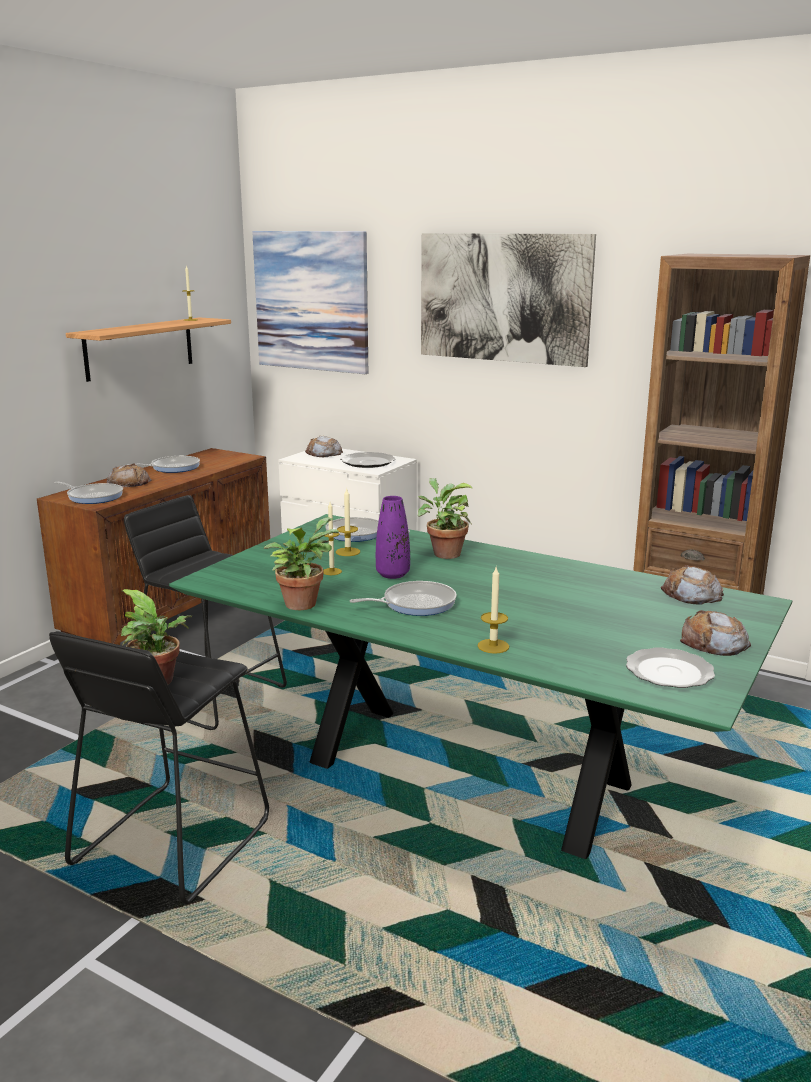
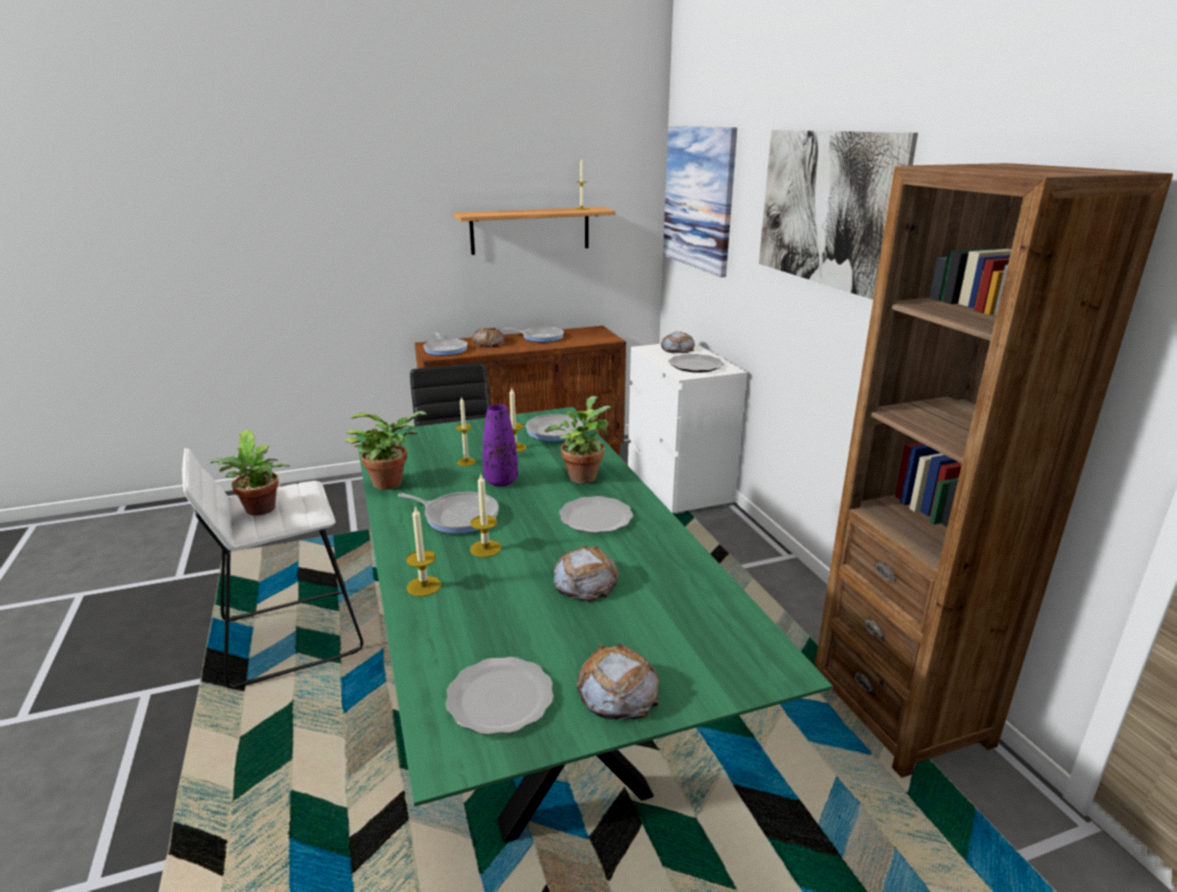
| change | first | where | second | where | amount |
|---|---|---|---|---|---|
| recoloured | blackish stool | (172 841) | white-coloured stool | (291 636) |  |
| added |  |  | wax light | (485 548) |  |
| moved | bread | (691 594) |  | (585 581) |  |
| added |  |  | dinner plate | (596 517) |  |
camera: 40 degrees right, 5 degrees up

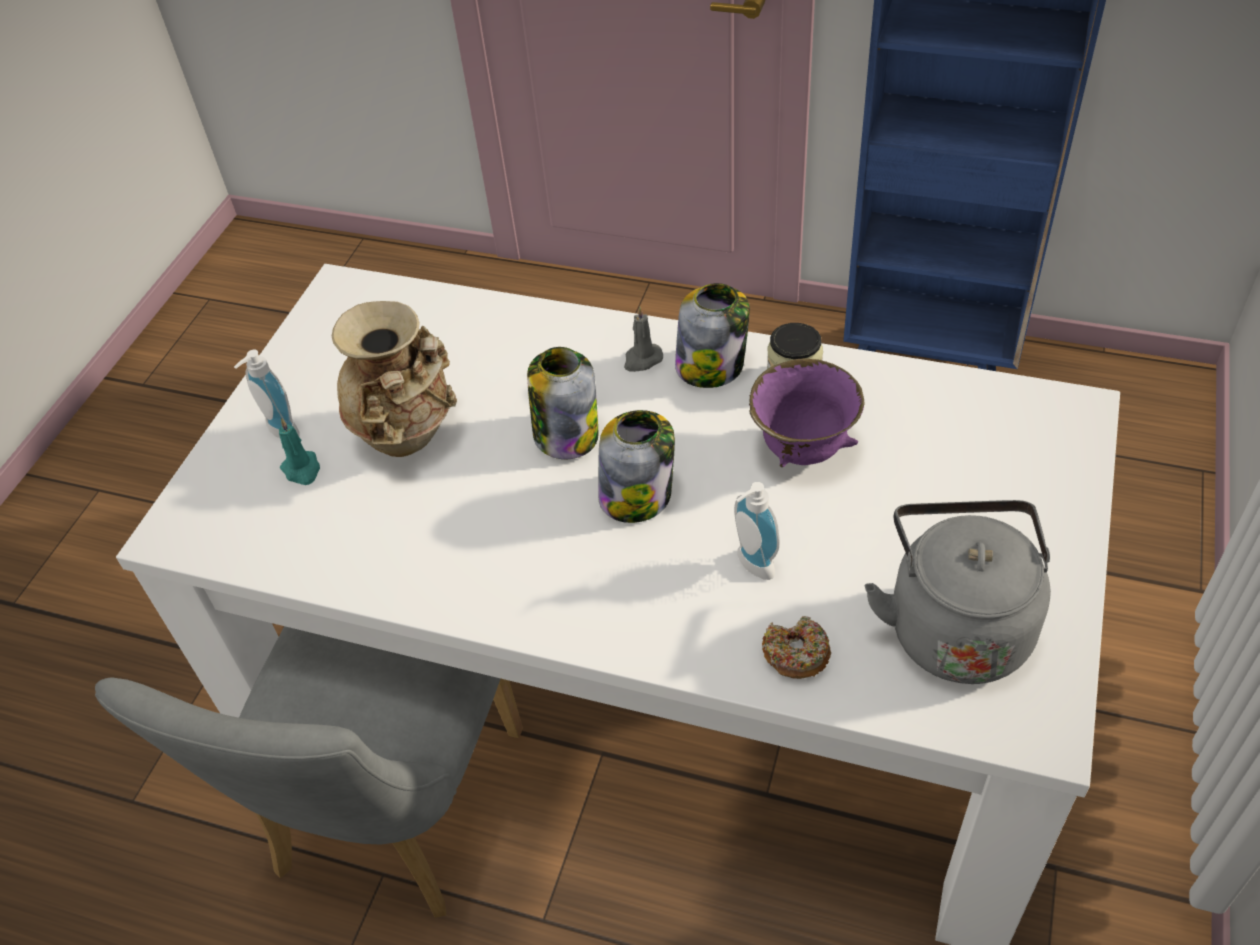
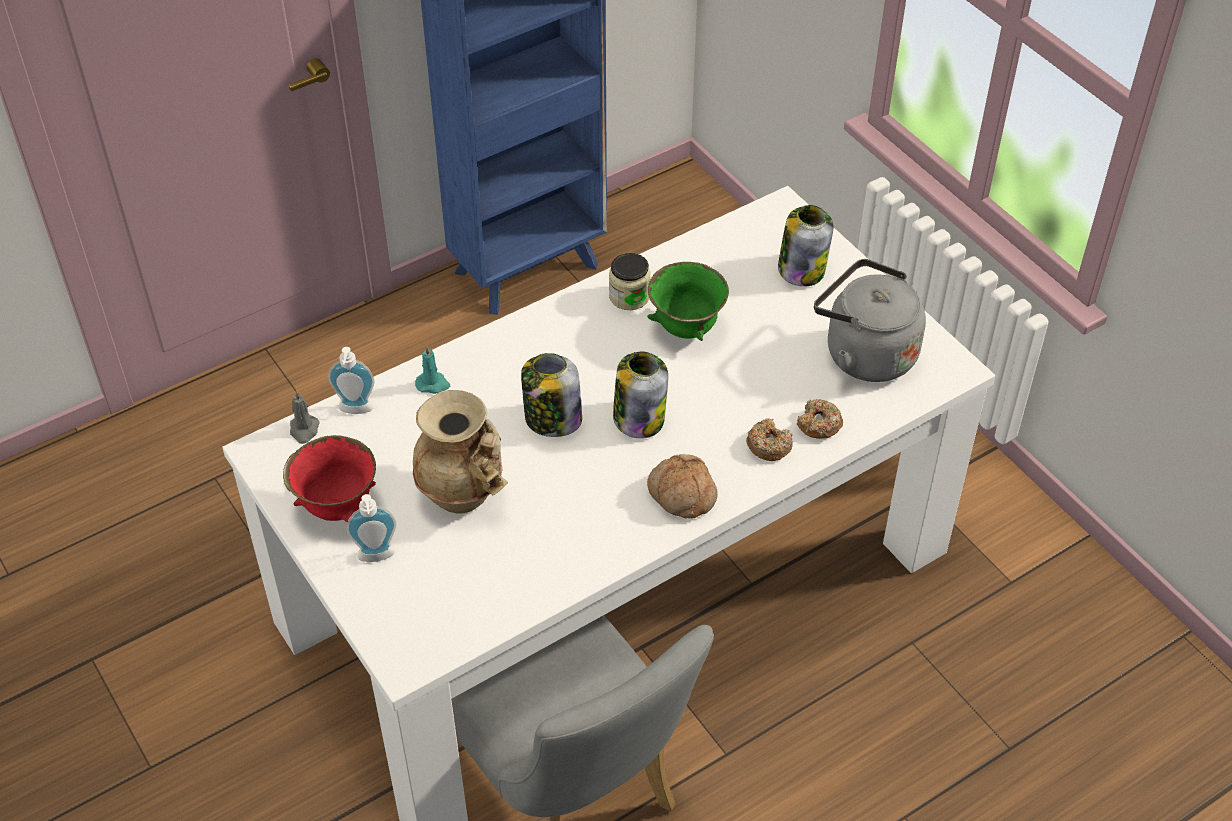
| change | first | where | second | where | amount |
|---|---|---|---|---|---|
| added |  |  | red-coloured deep dish | (337 507) |  |
| moved | greyish wax light | (642 359) |  | (304 430) |  |
| moved | liquid soap bottle | (751 566) |  | (355 411) |  |
| moved | turquoise wax light | (302 470) |  | (433 384) |  |
| recoloured | purple-coloured deep dish | (802 450) | greenish deep dish | (686 329) |  |
| added |  |  | bread | (681 494) |  |
| added |  |  | doughnut | (769 445) |  |
| moved | storage jar | (711 366) |  | (801 269) |  |
camera: 55 degrees left, 0 degrees up

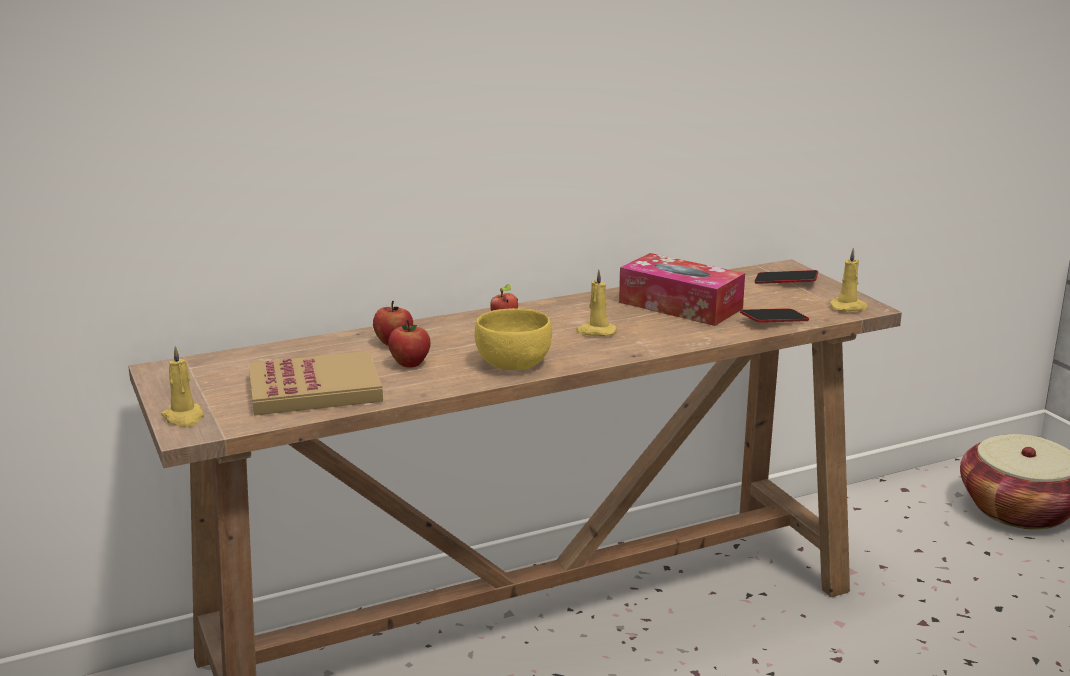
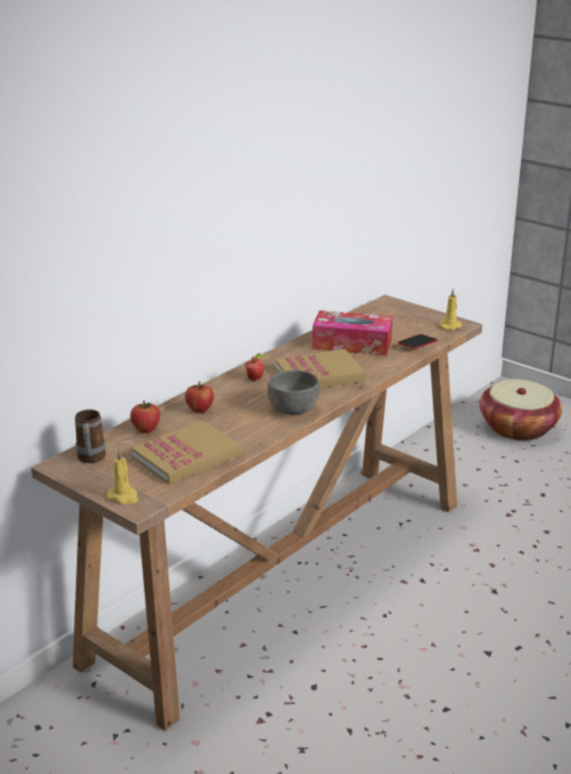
| change | first | where | second | where | amount |
|---|---|---|---|---|---|
| added |  |  | tea mug | (90 459) |  |
| moved | apple fruit | (410 364) |  | (146 430) |  |
| recoloured | yellow-coloured deep dish | (512 363) | greyish deep dish | (292 409) |  |
| replaced | yellow-coloured wax light | (595 331) | book | (319 374) |  |
| removed | handset | (785 282) |  |  |  |
camera: 25 degrees left, 5 degrees up

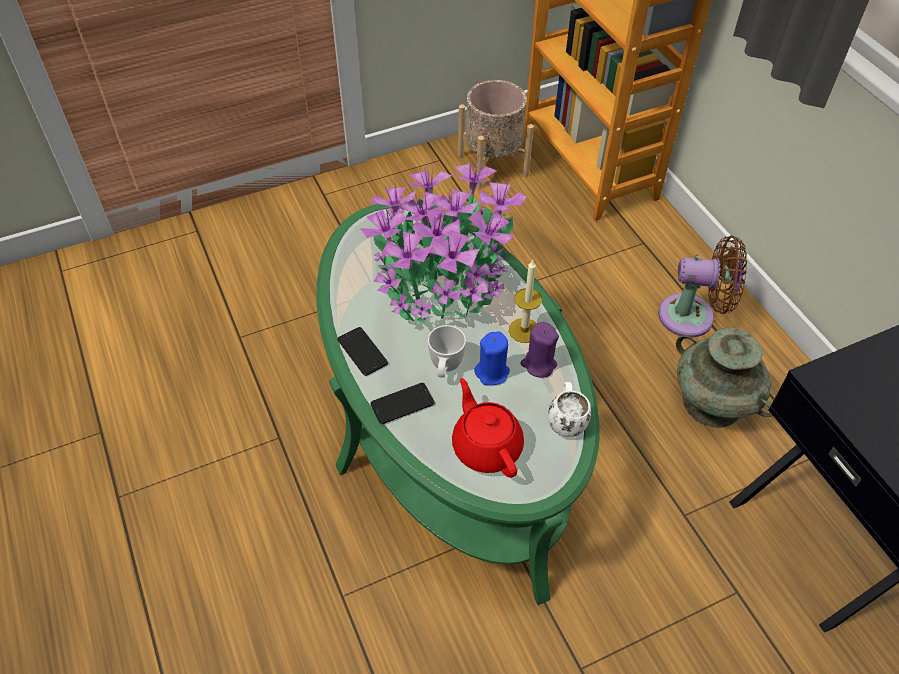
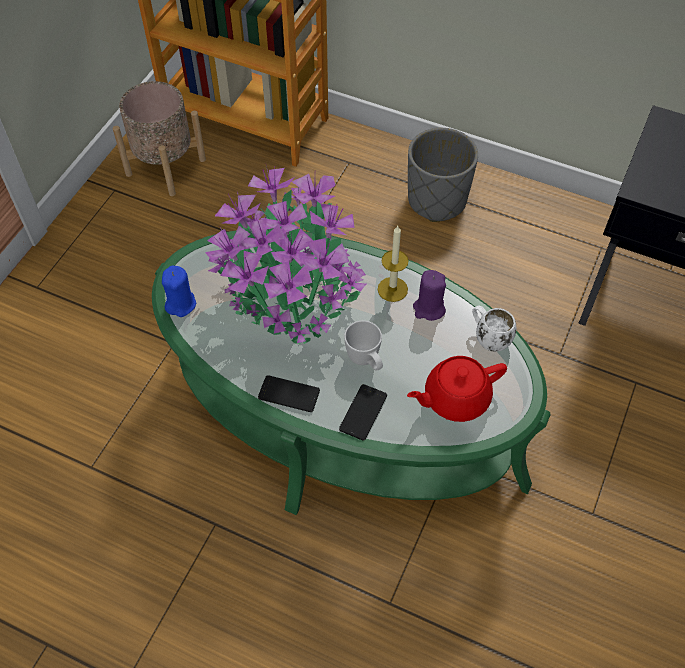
| change | first | where | second | where | amount |
|---|---|---|---|---|---|
| moved | blue wax light | (492 372) |  | (180 304) |  |
| turned | red-coloured teapot | (486 446) |  | (455 398) | 45 degrees counterclockwise |
| replaced | brown-coloured fan | (692 317) | greyish flower pot | (436 200) |  |
| removed | turquoise decorative vase | (712 403) |  |  |  |
camera: 40 degrees left, 5 degrees up

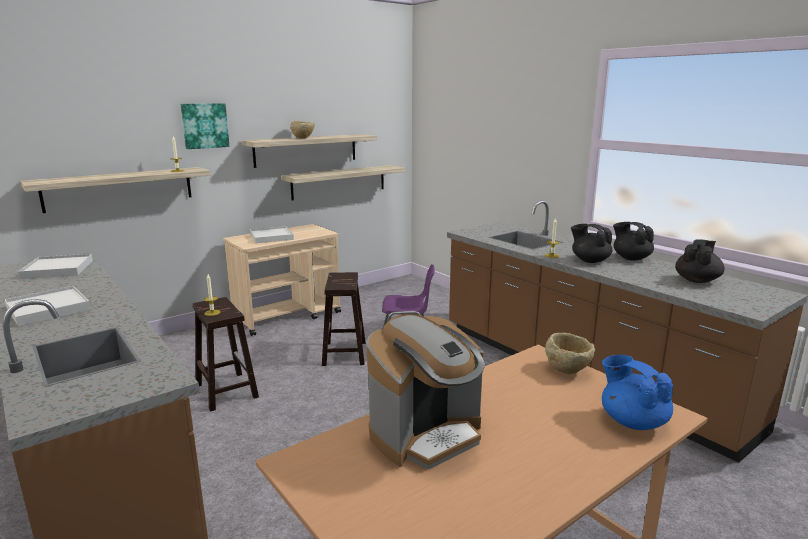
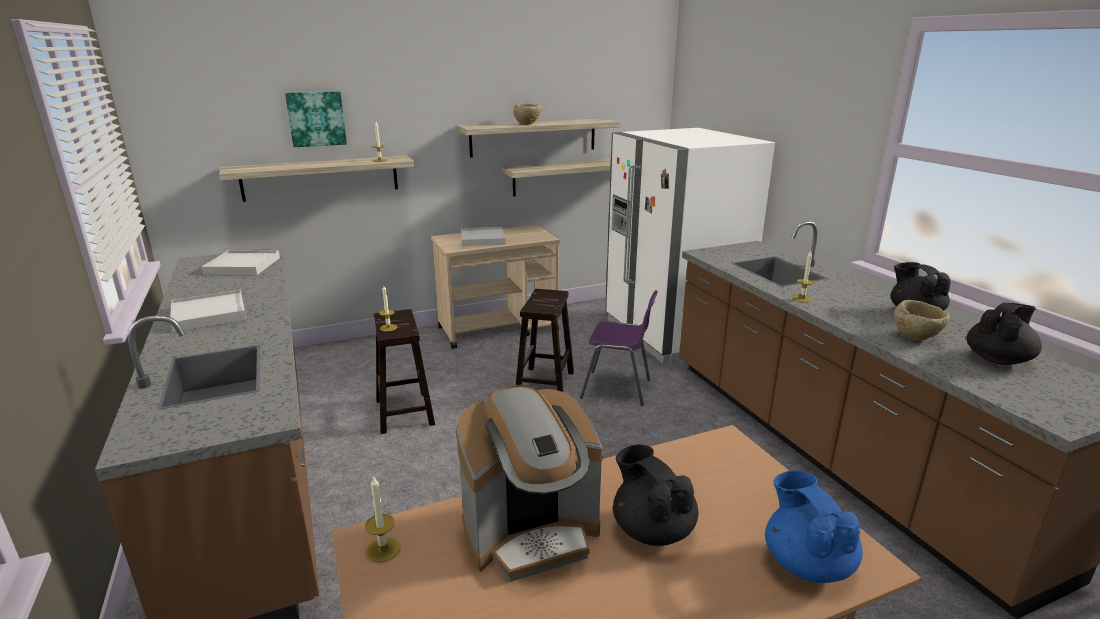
| change | first | where | second | where | amount |
|---|---|---|---|---|---|
| moved | wall art | (204 125) |  | (316 119) |  |
| added |  |  | wax light | (383 550) |  |
| added |  |  | white-coloured refrigerator | (672 333) |  |
| moved | blackish teapot | (589 260) |  | (652 529) |  |
| moved | beige deep dish | (568 370) |  | (916 337) |  |
camera: 15 degrees right, 5 degrees up

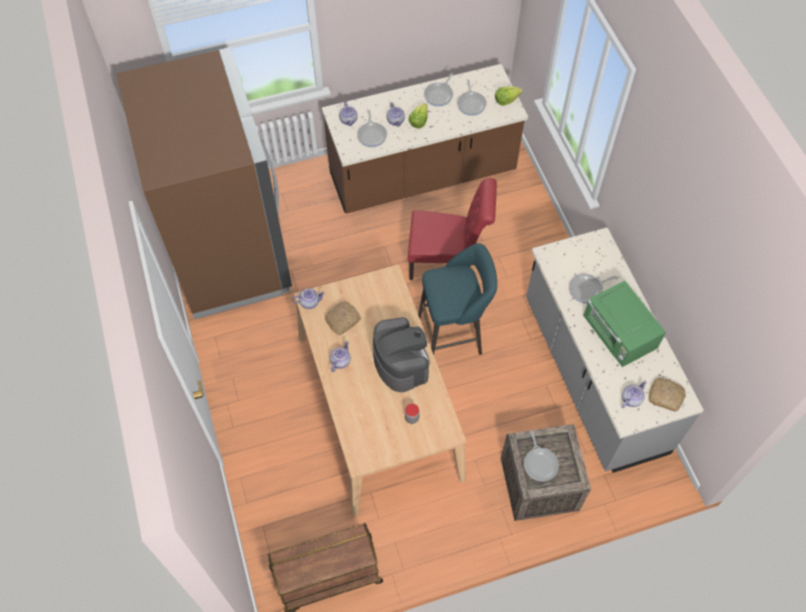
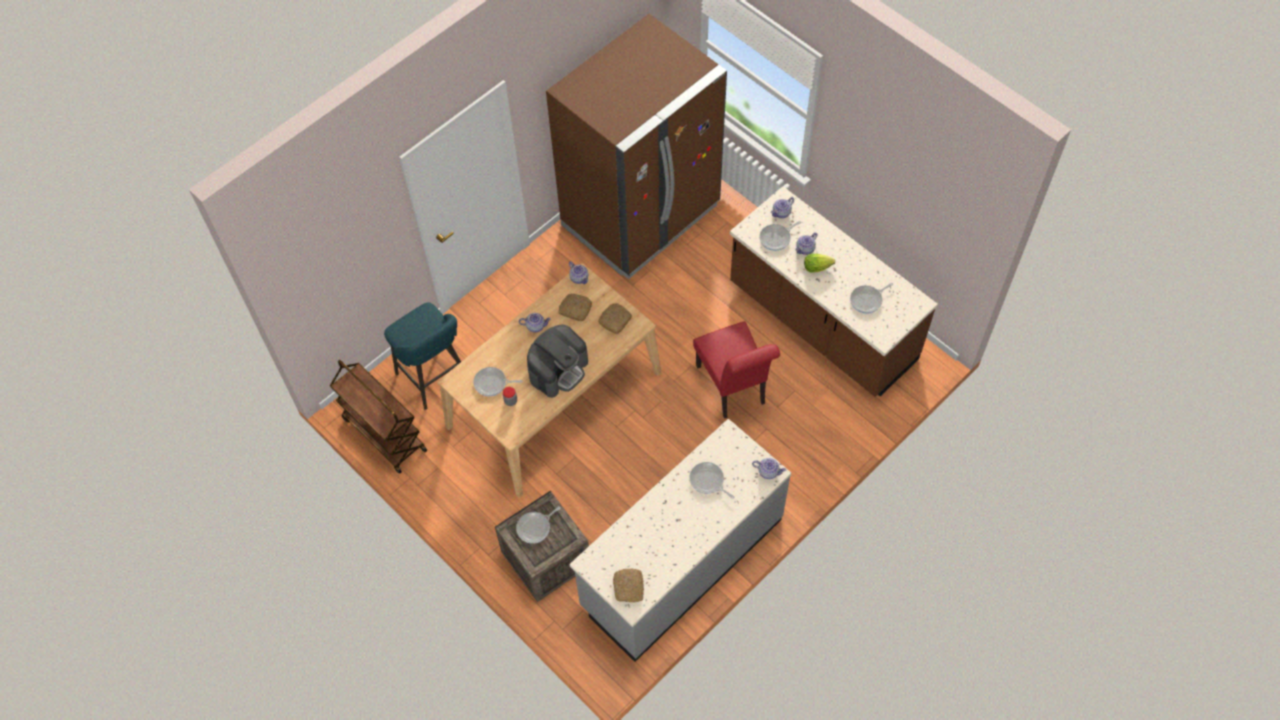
| change | first | where | second | where | amount |
|---|---|---|---|---|---|
| moved | turquoise stool | (453 334) |  | (435 379) |  |
| moved | pan | (439 95) |  | (492 383) |  |
| added |  |  | bread | (615 320) |  |
| moved | teapot | (631 399) |  | (768 471) |  |
| removed | lettuce | (506 100) |  |  |  |
| removed | greenish kitchen microwave | (618 336) |  |  |  |
camera: 65 degrees right, 0 degrees up

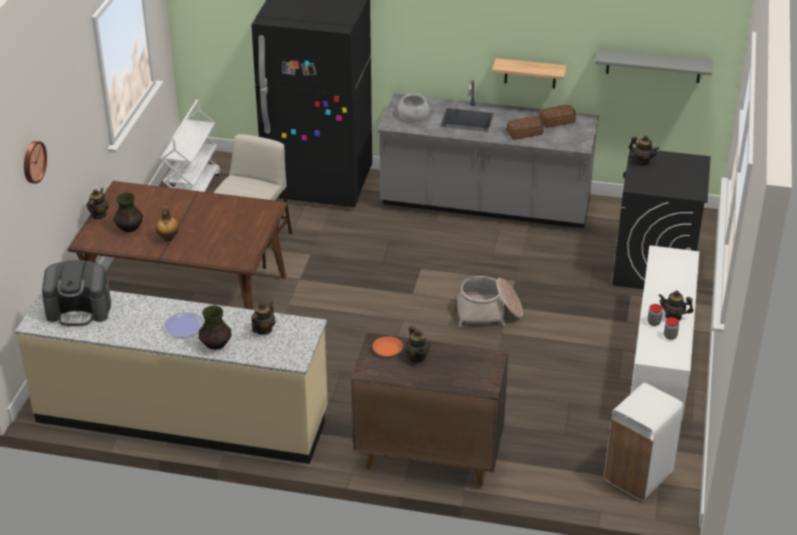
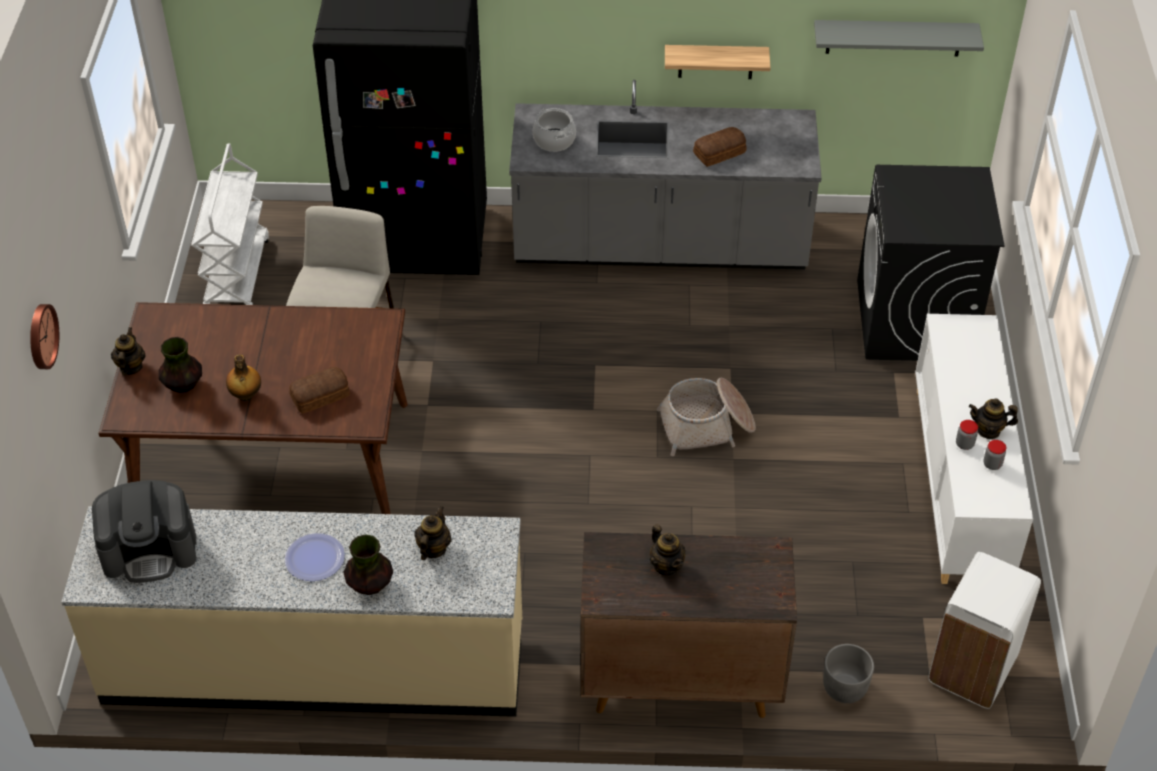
| change | first | where | second | where | amount |
|---|---|---|---|---|---|
| moved | bread | (557 121) |  | (321 396) |  |
| added |  |  | greyish flower pot | (844 688) |  |
| removed | orangey dinner plate | (387 349) |  |  |  |
| removed | teapot | (642 161) |  |  |  |
camera: 10 degrees left, 10 degrees up

